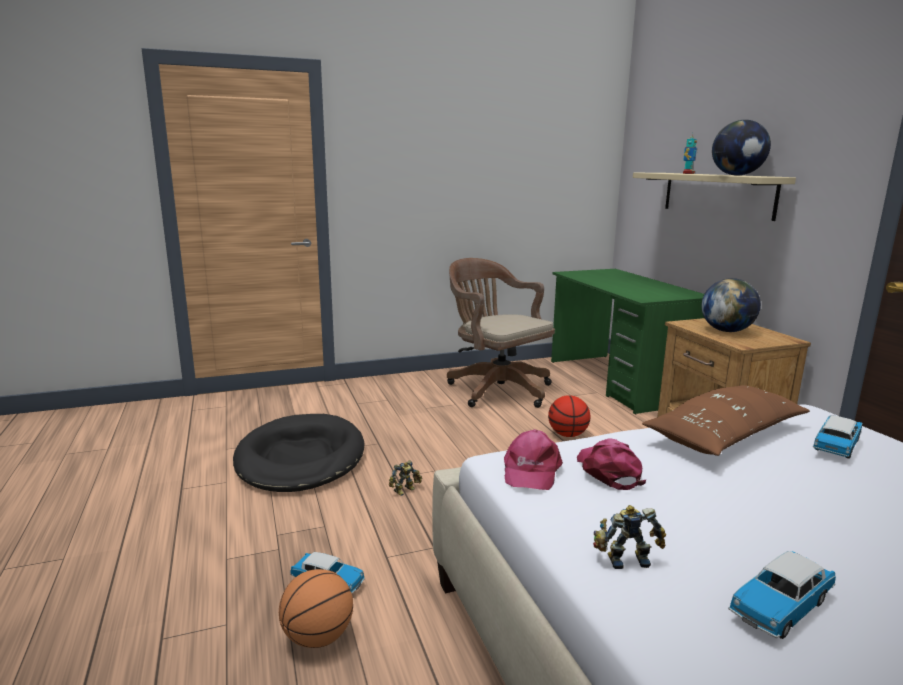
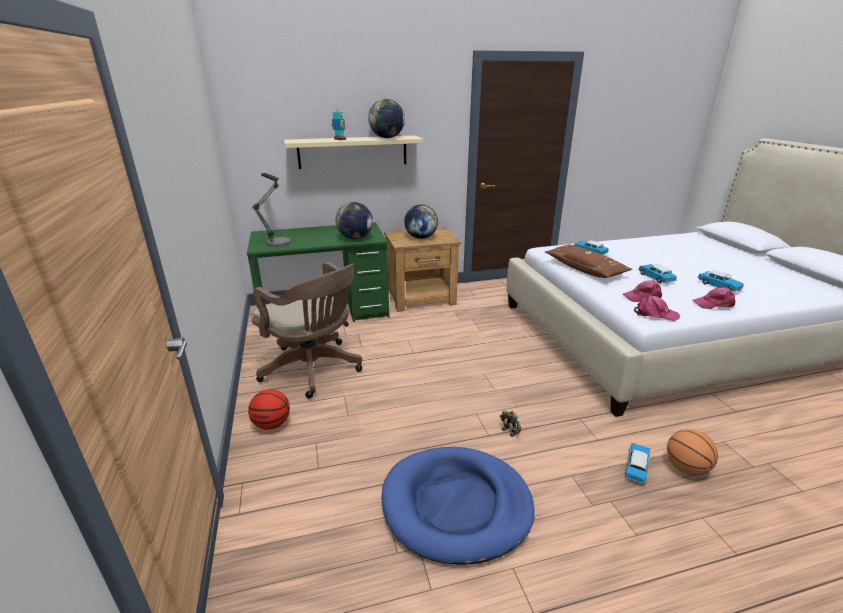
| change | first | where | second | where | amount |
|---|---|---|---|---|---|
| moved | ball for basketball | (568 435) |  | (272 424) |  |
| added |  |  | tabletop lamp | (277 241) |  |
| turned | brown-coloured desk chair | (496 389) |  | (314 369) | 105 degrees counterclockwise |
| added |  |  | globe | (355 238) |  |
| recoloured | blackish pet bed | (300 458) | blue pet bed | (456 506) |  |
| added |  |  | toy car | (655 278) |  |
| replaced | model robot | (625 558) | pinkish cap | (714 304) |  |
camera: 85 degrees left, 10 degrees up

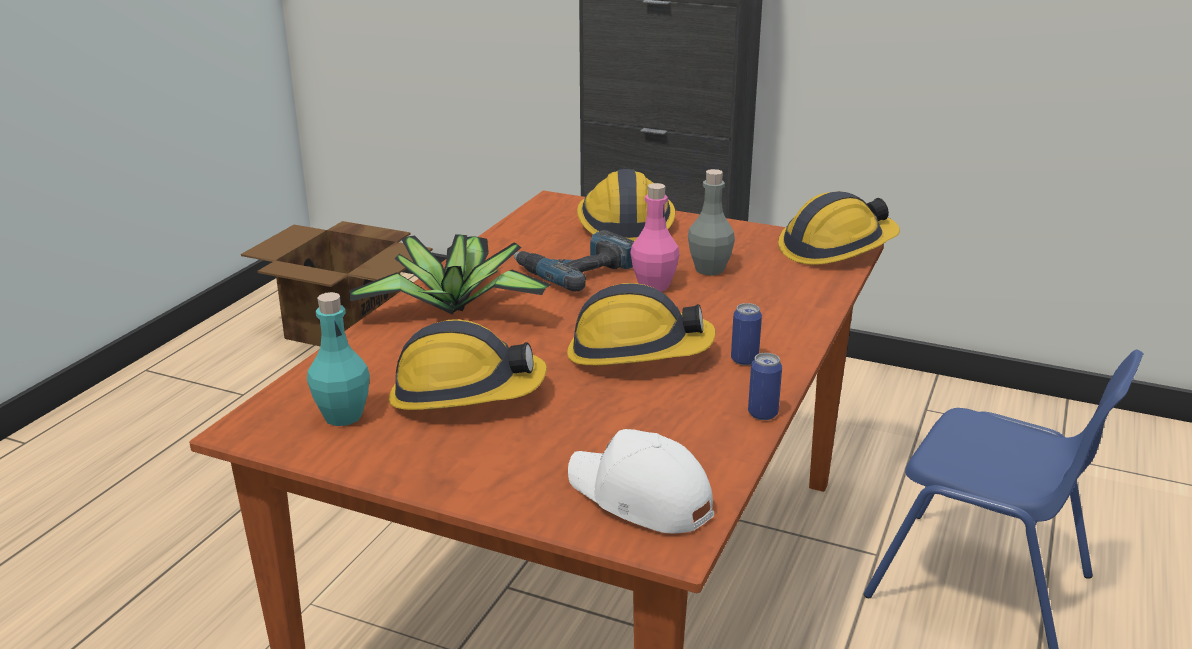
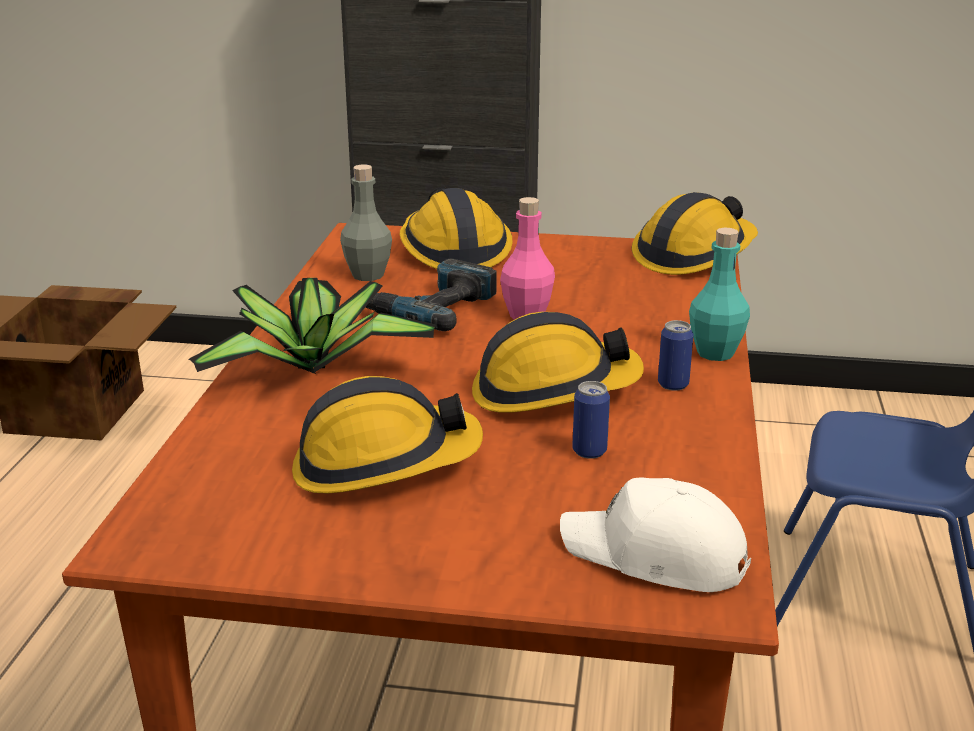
| change | first | where | second | where | amount |
|---|---|---|---|---|---|
| moved | greyish bottle | (709 269) |  | (367 275) |  |
| moved | metal can | (762 413) |  | (589 451) |  |
| moved | turquoise bottle | (343 416) |  | (715 353) |  |
camera: 15 degrees left, 0 degrees up

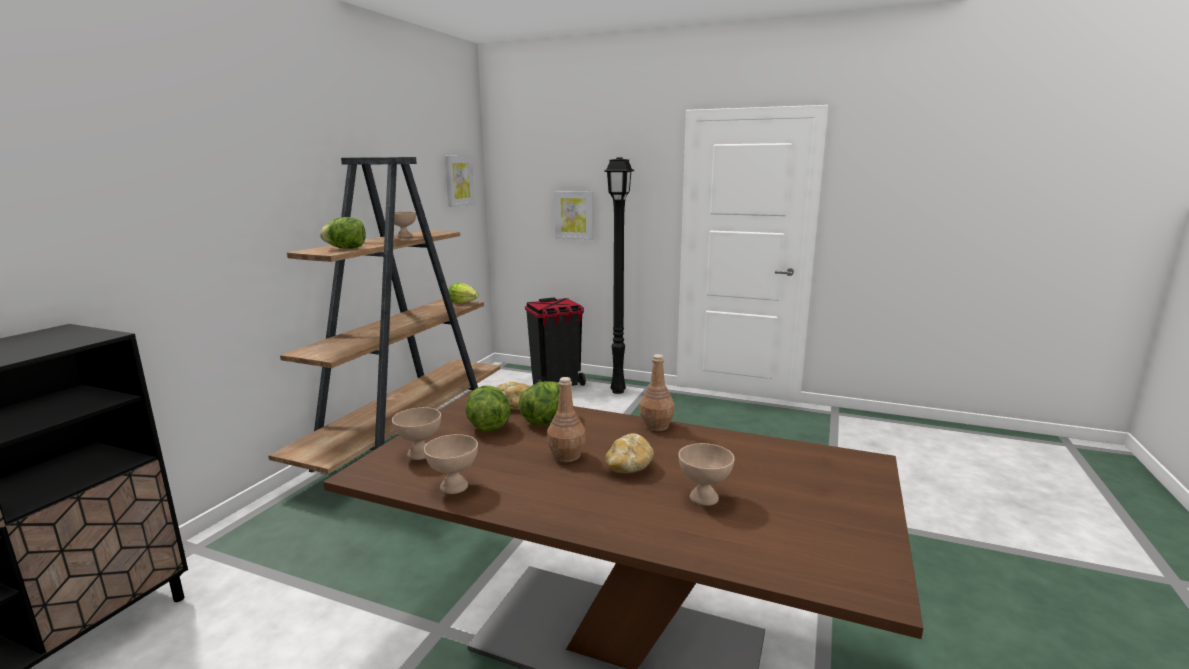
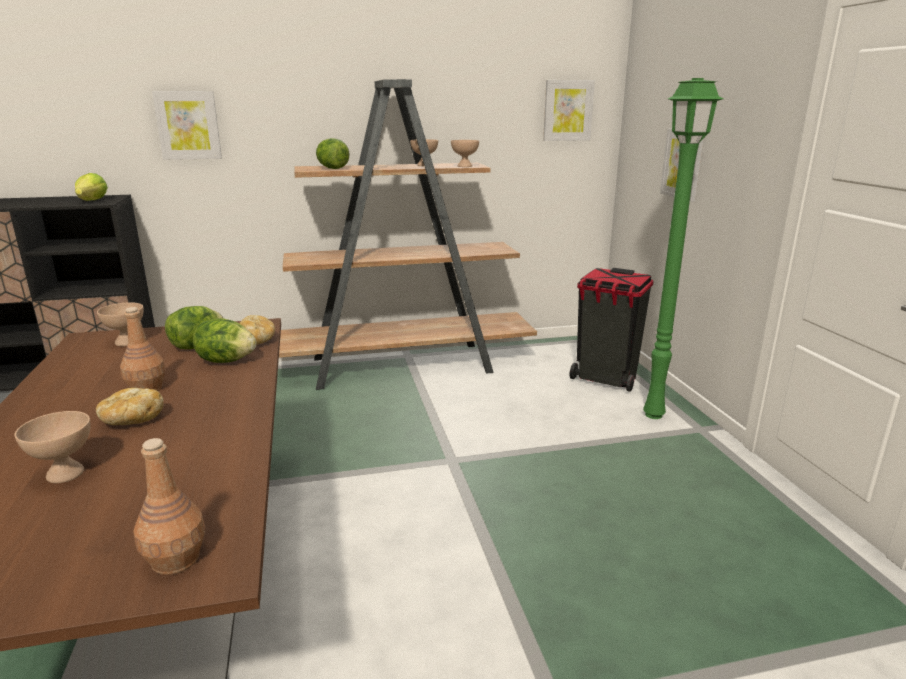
| change | first | where | second | where | amount |
|---|---|---|---|---|---|
| moved | lettuce | (463 303) |  | (92 201) |  |
| moved | brown-coloured bottle | (656 426) |  | (175 560) |  |
| added |  |  | wall art | (188 125) |  |
| moved | beige deep dish | (453 487) |  | (464 166) |  |
| recoloured | blackish floor lamp | (619 391) | greenish floor lamp | (655 415) |  |
camera: 55 degrees right, 5 degrees up

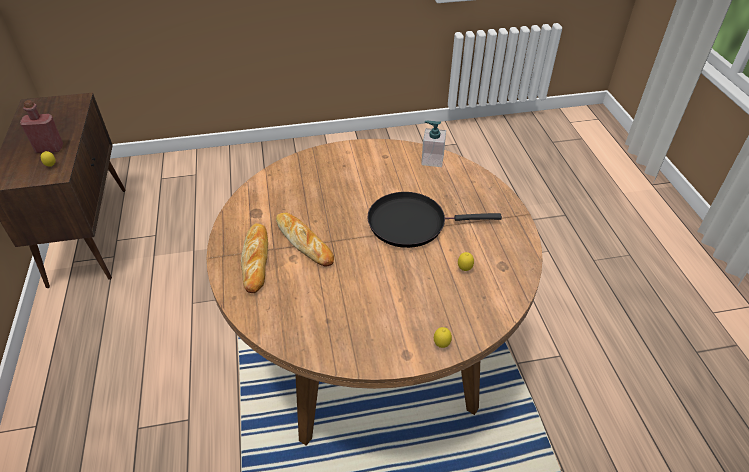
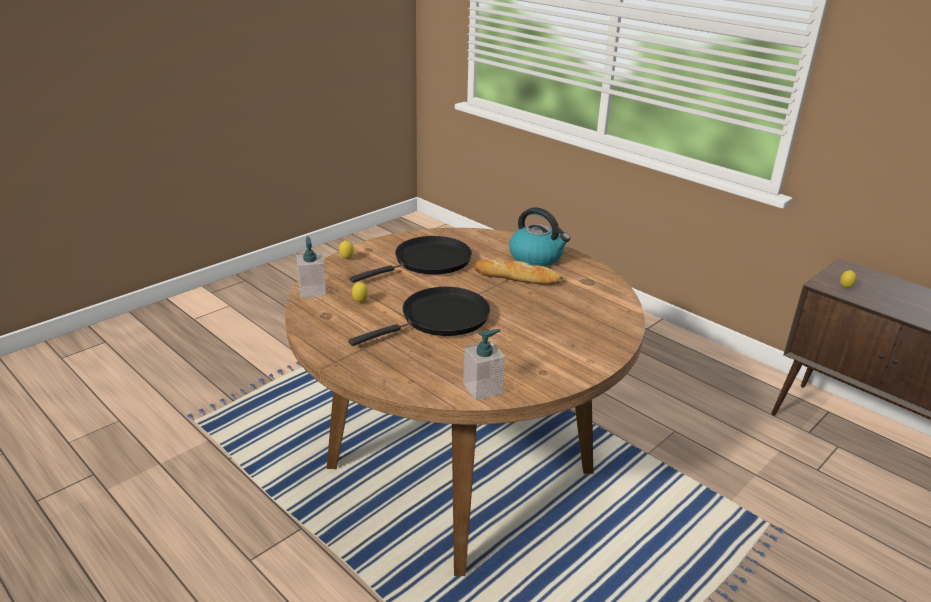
| change | first | where | second | where | amount |
|---|---|---|---|---|---|
| added |  |  | liquid soap bottle | (312 291) |  |
| added |  |  | blackish pan | (428 262) |  |
| replaced | bread | (256 260) | water kettle | (537 257) |  |
| removed | red-coloured bottle | (49 148) |  |  |  |
camera: 145 degrees right, 15 degrees down

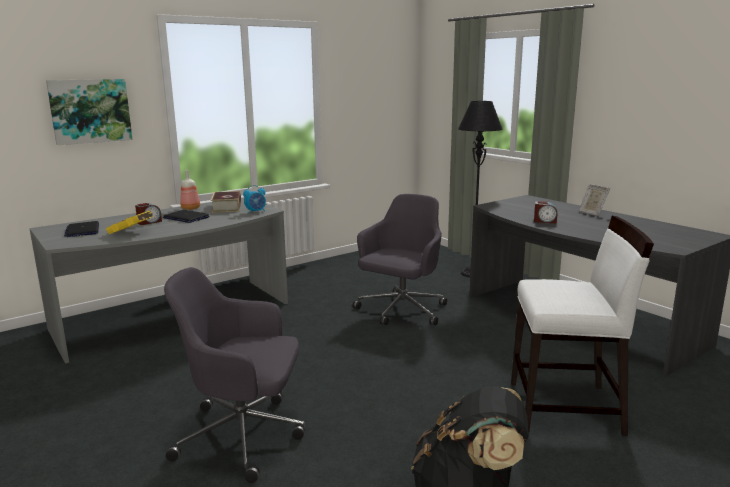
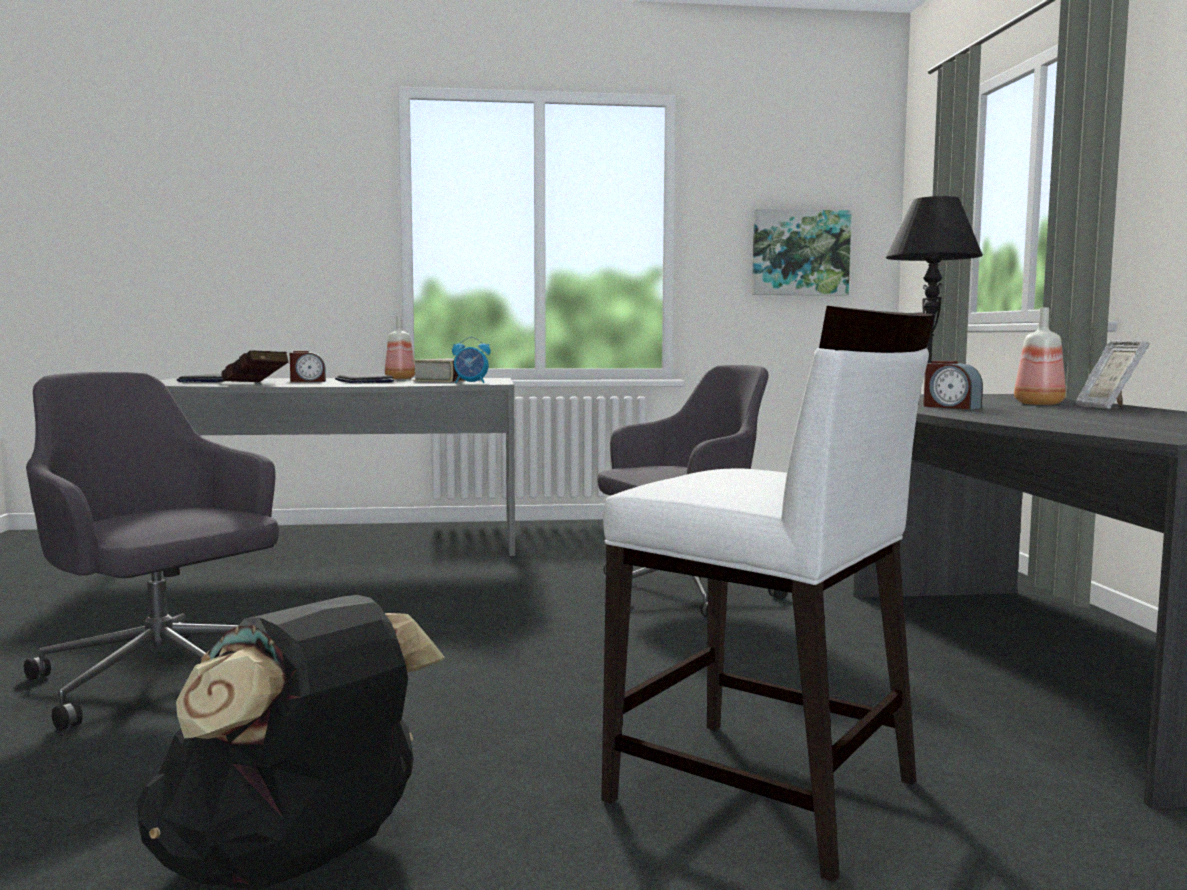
| change | first | where | second | where | amount |
|---|---|---|---|---|---|
| recoloured | yellow-coloured book | (132 233) | red-coloured book | (256 383) |  |
| moved | wall art | (90 111) |  | (800 253) |  |
| added |  |  | bottle | (1039 404) |  |
camera: 30 degrees right, 10 degrees down

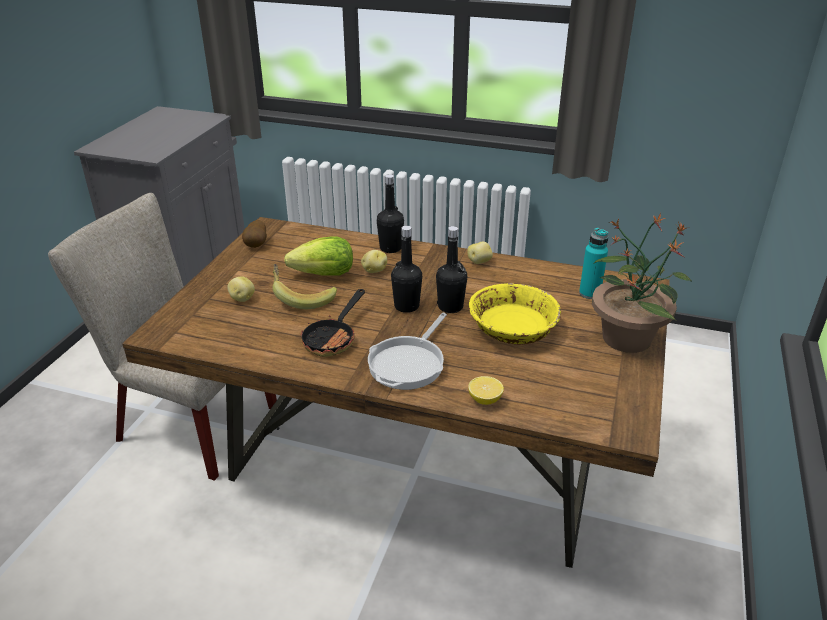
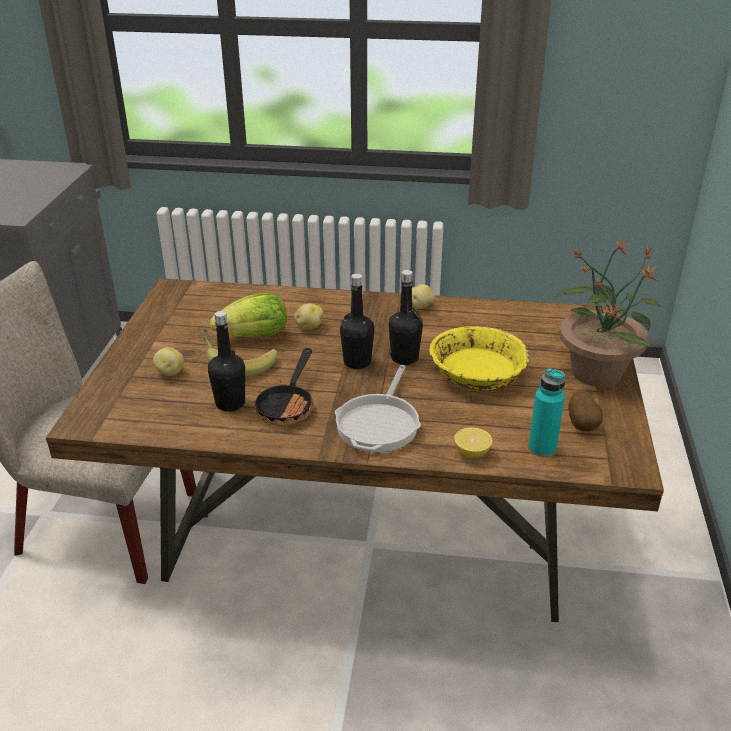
| change | first | where | second | where | amount |
|---|---|---|---|---|---|
| moved | blackish bottle | (390 248) |  | (230 403) |  |
| moved | turquoise bottle | (589 293) |  | (542 448) |  |
| moved | potato | (257 245) |  | (583 425) |  |
camera: 10 degrees left, 0 degrees up

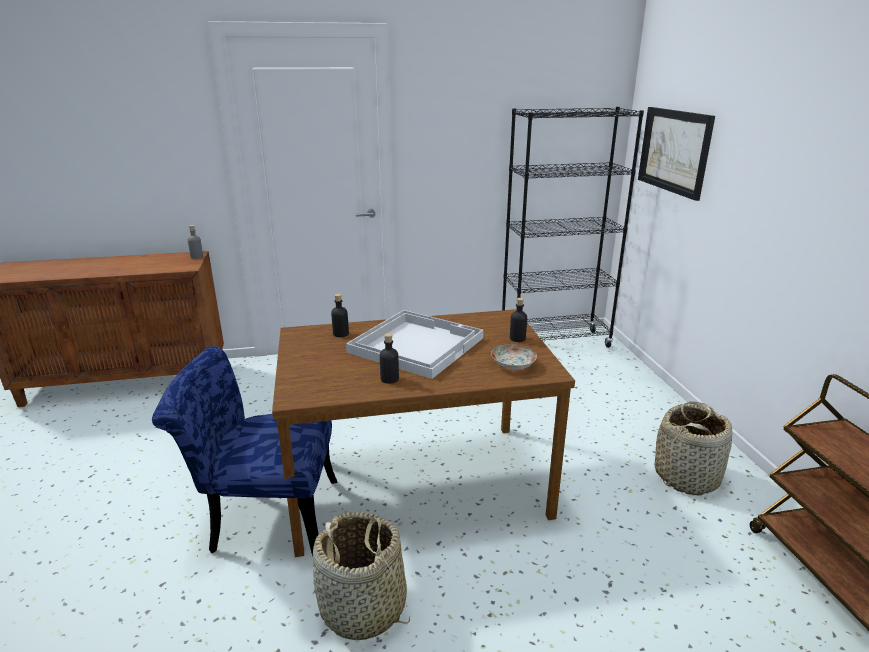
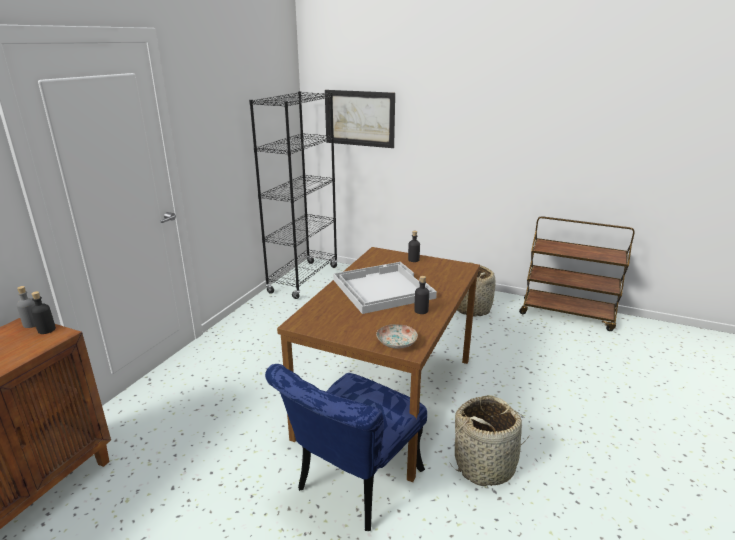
| change | first | where | second | where | amount |
|---|---|---|---|---|---|
| moved | blackish bottle | (341 334) |  | (46 330) |  |
| moved | dinner plate | (514 364) |  | (397 343) |  |
camera: 55 degrees left, 0 degrees up

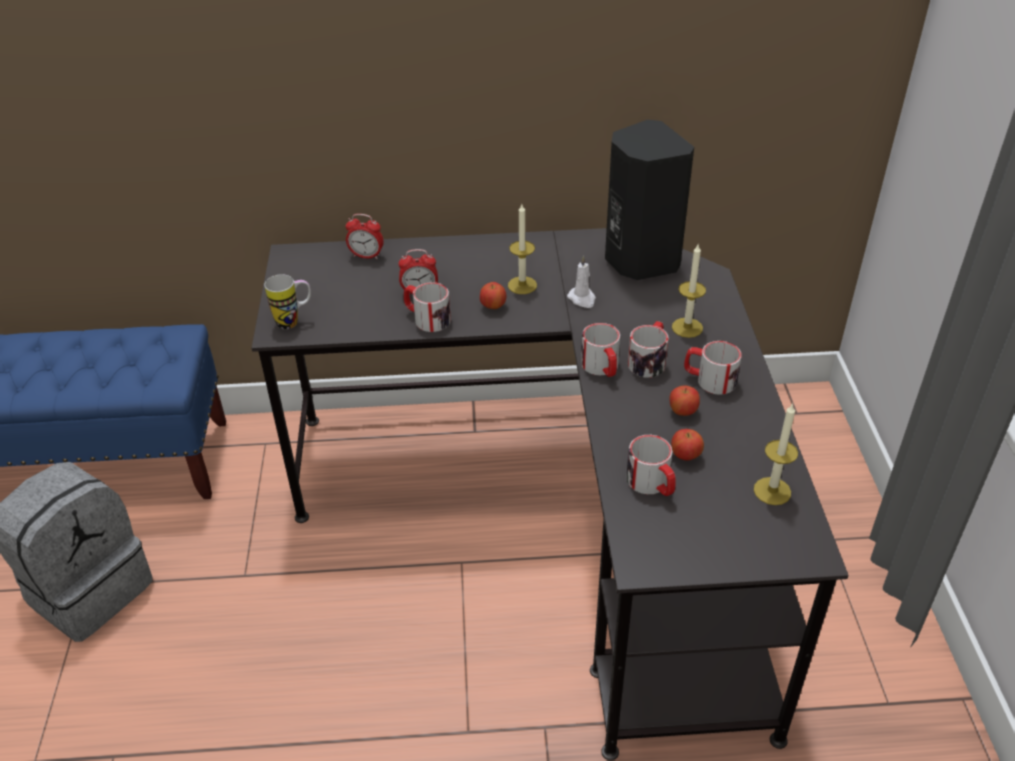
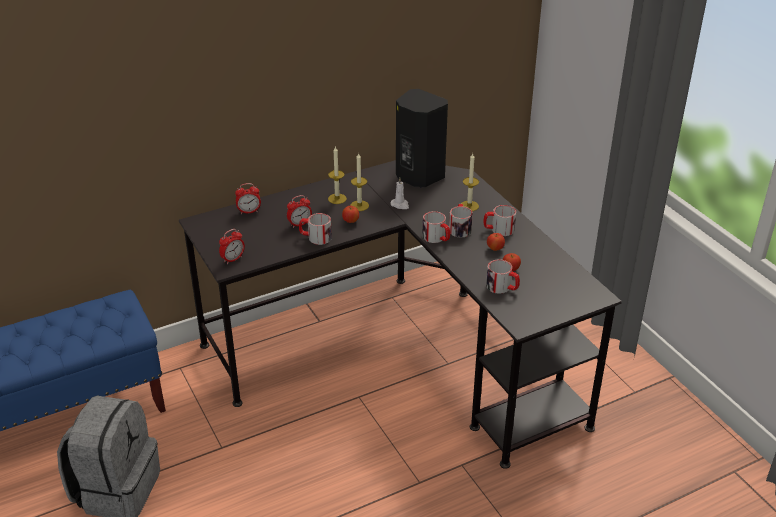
| change | first | where | second | where | amount |
|---|---|---|---|---|---|
| replaced | tea mug | (294 321) | alarm clock | (233 259) |  |
| moved | wax light | (772 491) |  | (337 199) |  |
camera: 25 degrees left, 5 degrees down

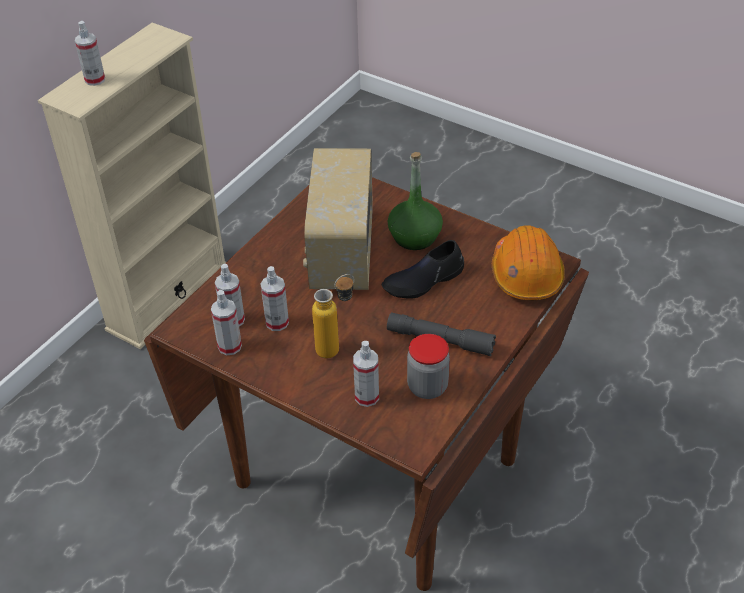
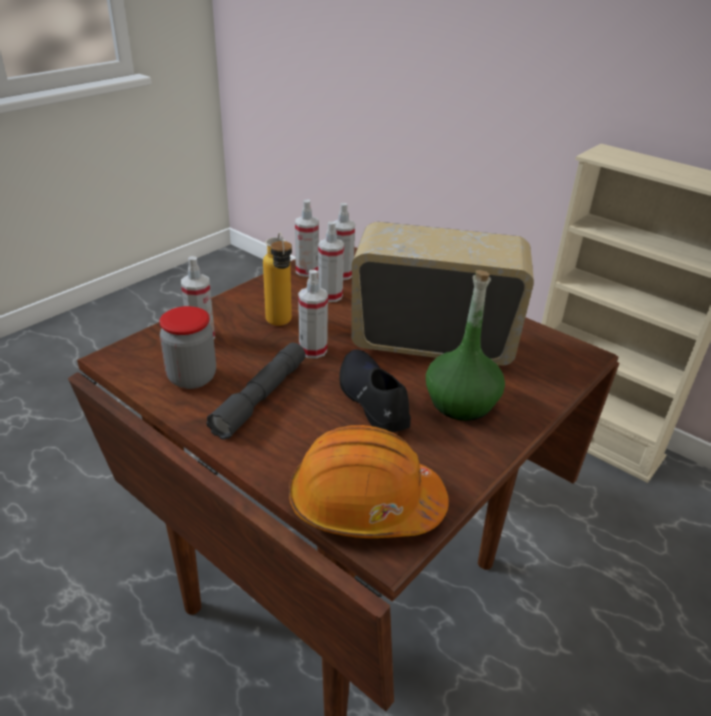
| change | first | where | second | where | amount |
|---|---|---|---|---|---|
| moved | hand sprayer | (95 80) |  | (313 350) |  |
camera: 95 degrees right, 10 degrees down

